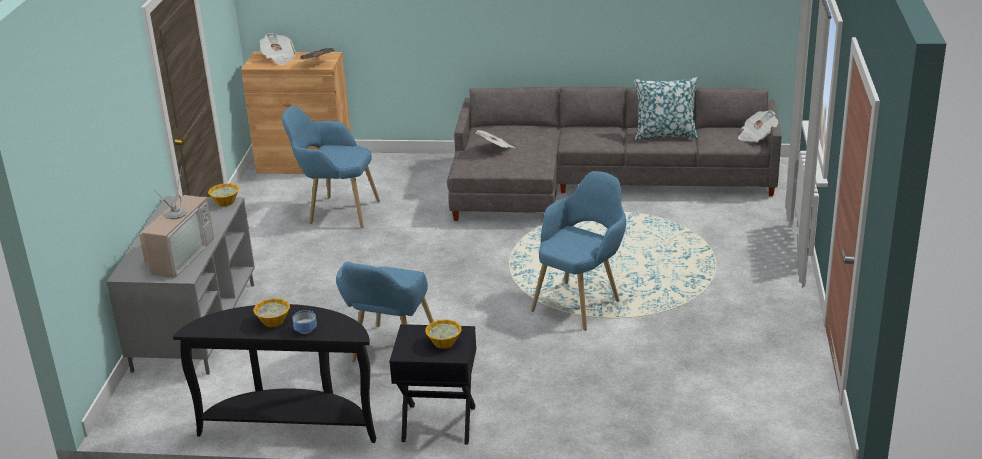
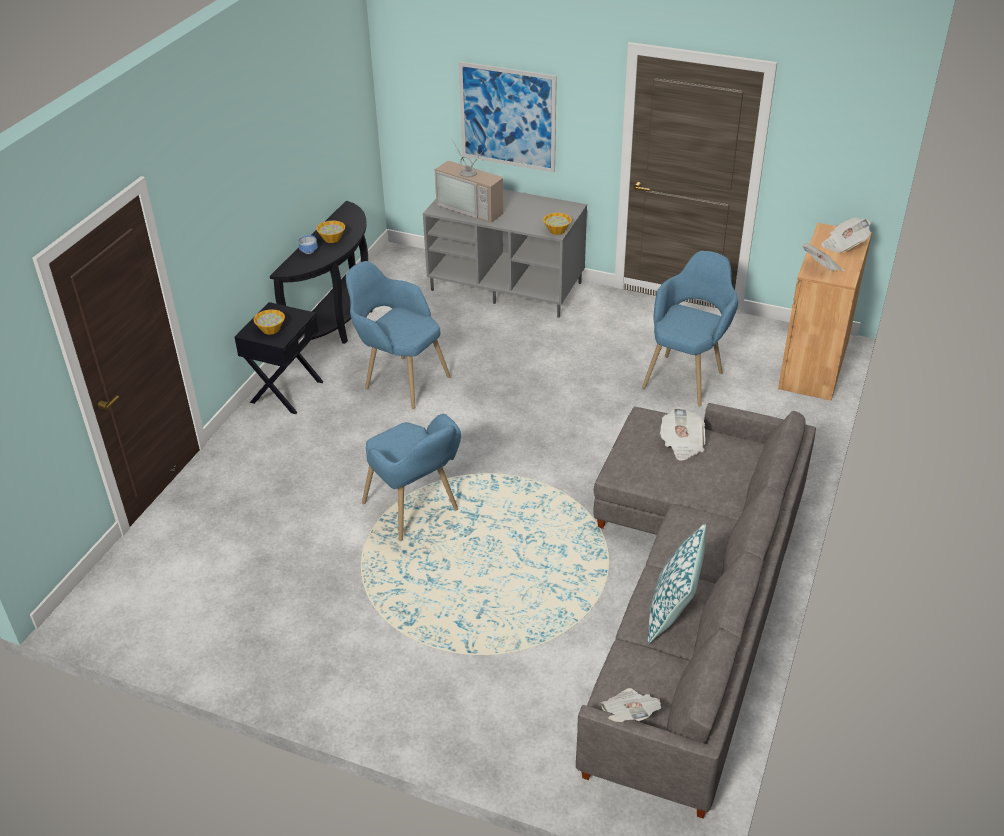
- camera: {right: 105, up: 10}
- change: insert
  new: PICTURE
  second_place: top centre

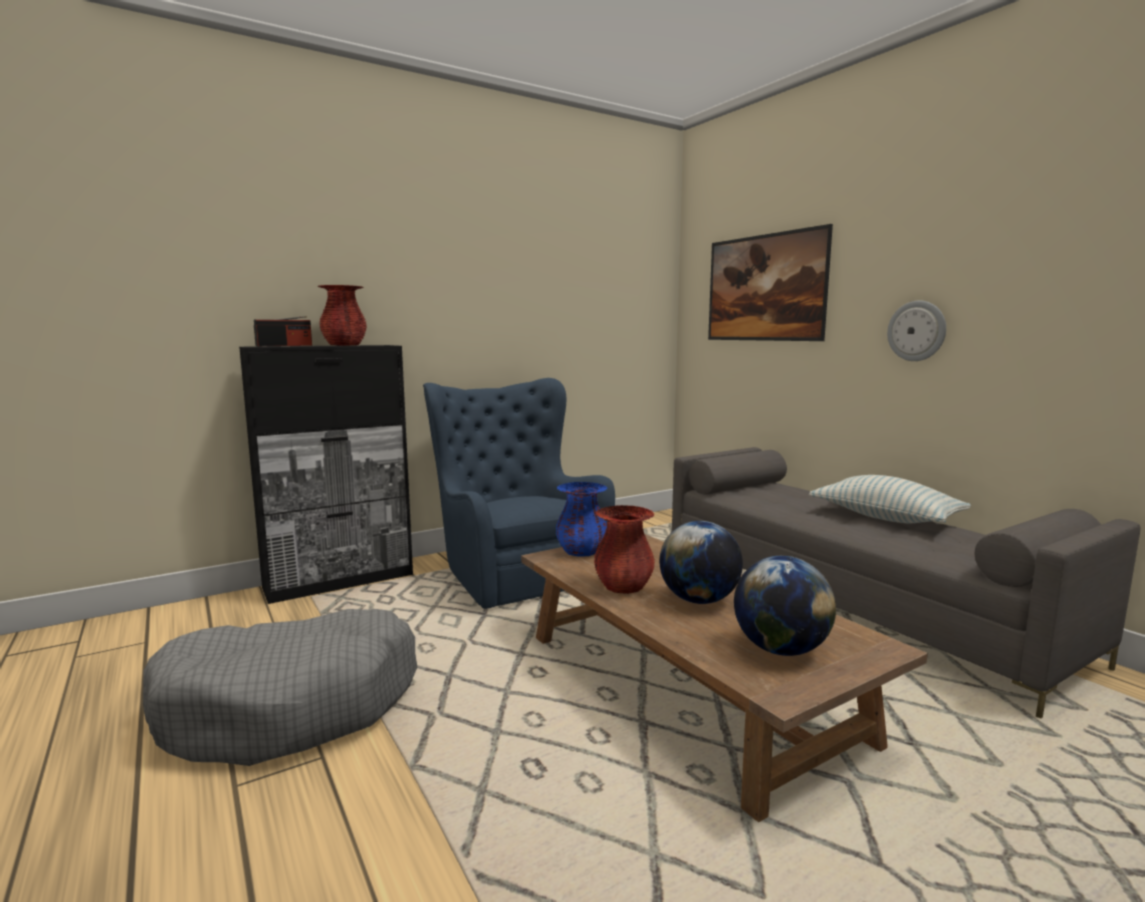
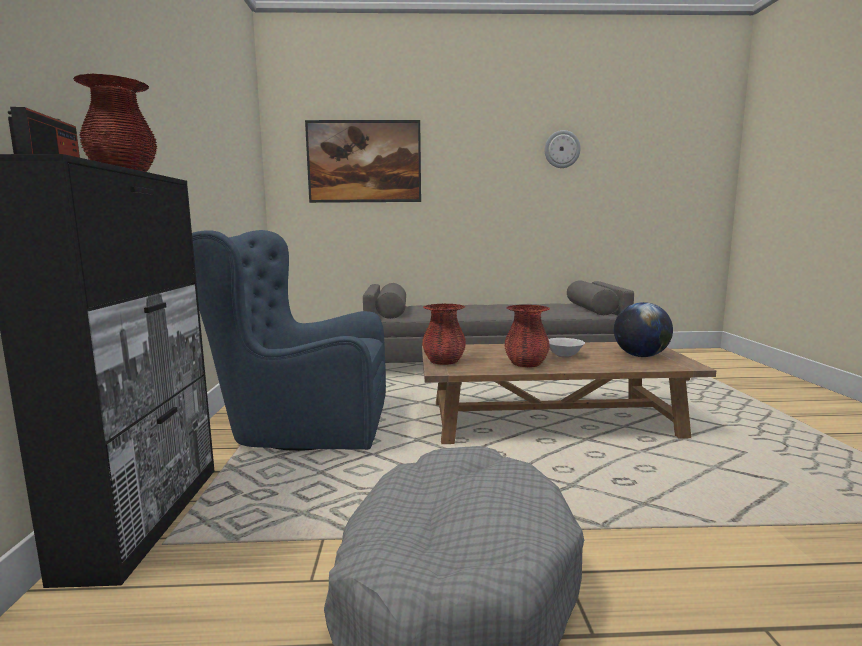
- camera: {right: -60, up: 0}
- change: recolor
  old: BLUE VASE
  new: RED VASE (2nd from left)
  first_place: centre
  second_place: centre
- change: replace
  old: GLOBE (1st from left)
  new: WHITE BOWL
  first_place: centre
  second_place: centre
- change: delete
  old: PILLOW
  first_place: middle right
- change: move
  old: WALL CLOCK
  first_place: middle right
  second_place: top centre

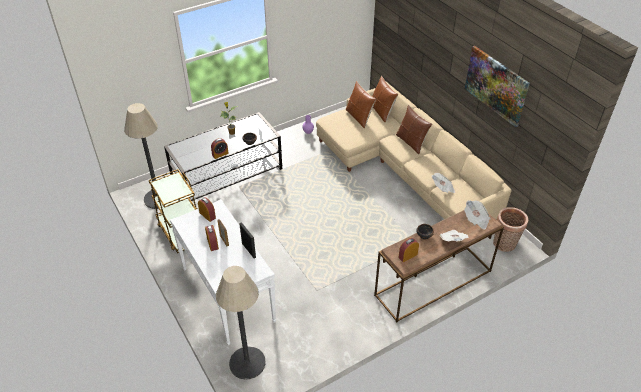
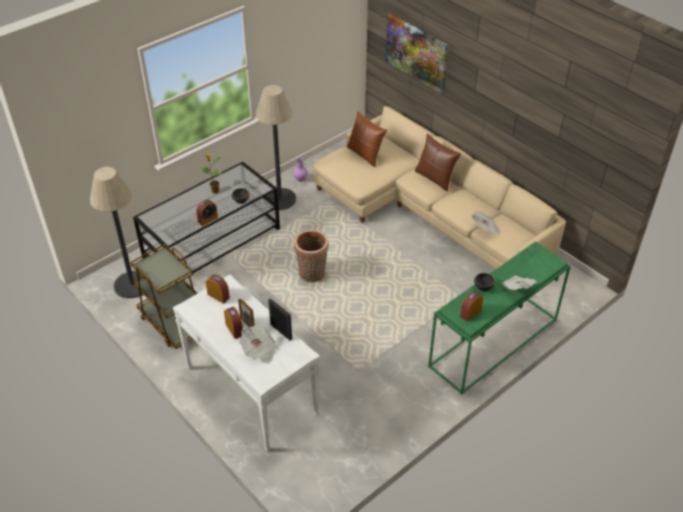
- camera: {right: -10, up: 0}
- change: move
  old: FLOOR LAMP (2nd from left)
  first_place: bottom centre
  second_place: top centre
- change: delete
  old: BROWN PILLOW (2nd from left)
  first_place: top centre
- change: recolor
  old: BROWN CONSOLE TABLE
  new: GREEN CONSOLE TABLE
  first_place: bottom right
  second_place: middle right
- change: move
  old: NEWSPAPER (3rd from left in the first image)
  new: NEWSPAPER (1st from left)
  first_place: middle right
  second_place: bottom centre
- change: move
  old: PICTURE
  first_place: top right
  second_place: top centre
- change: move
  old: BASKET
  first_place: middle right
  second_place: centre

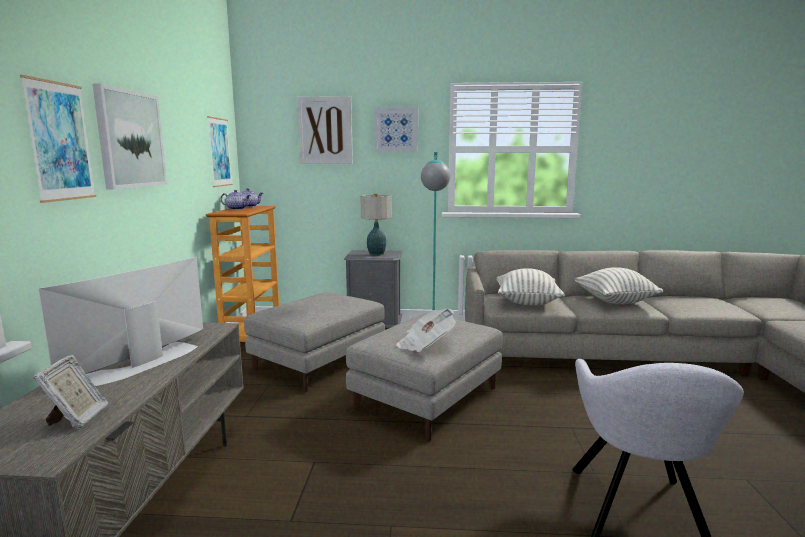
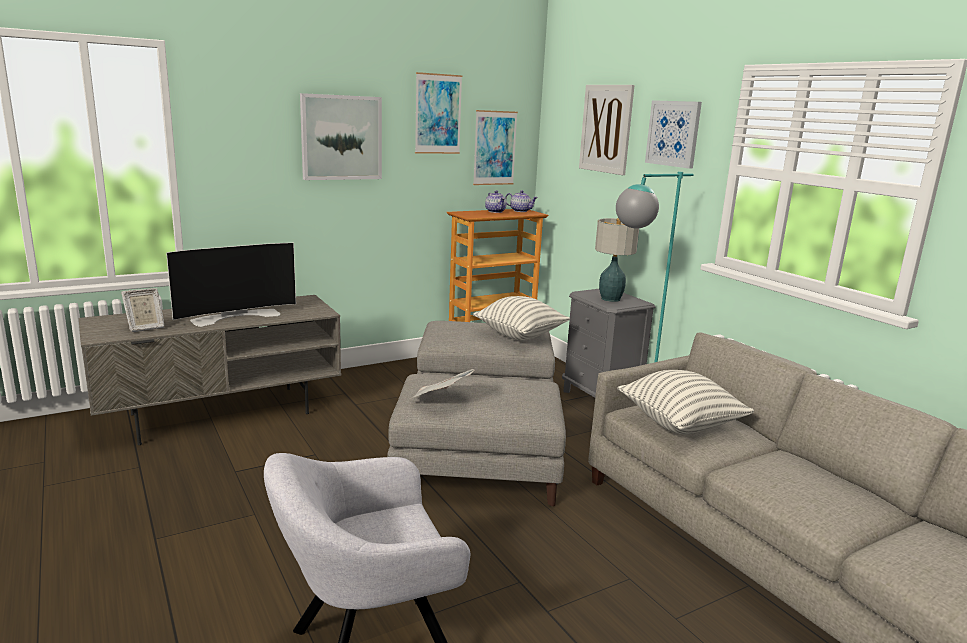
- camera: {right: 55, up: 5}
- change: move
  old: PICTURE (1st from left in the first image)
  new: PICTURE (2nd from left)
  first_place: top left
  second_place: top centre
- change: rotate
  old: TELEVISION
  first_place: middle left
  second_place: middle left
  degrees: 150
- change: move
  old: PILLOW (2nd from left in the first image)
  new: PILLOW (1st from left)
  first_place: middle right
  second_place: centre

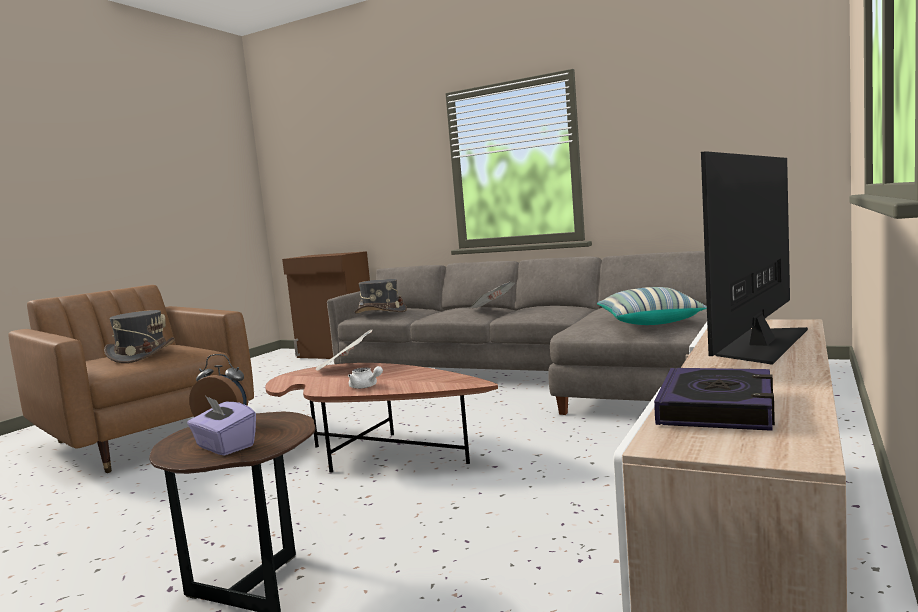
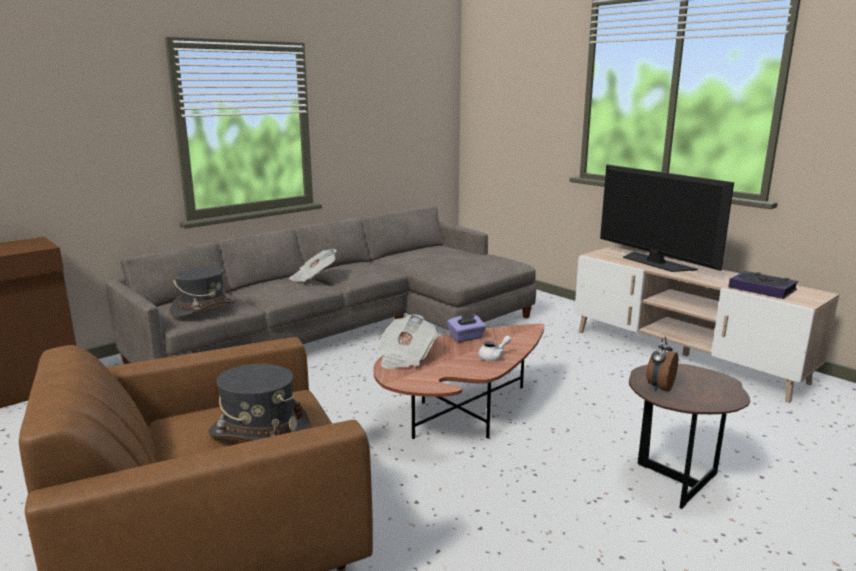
- camera: {right: -70, up: 10}
- change: move
  old: PURPLE TISSUE BOX
  first_place: bottom left
  second_place: centre
- change: delete
  old: PILLOW
  first_place: middle right

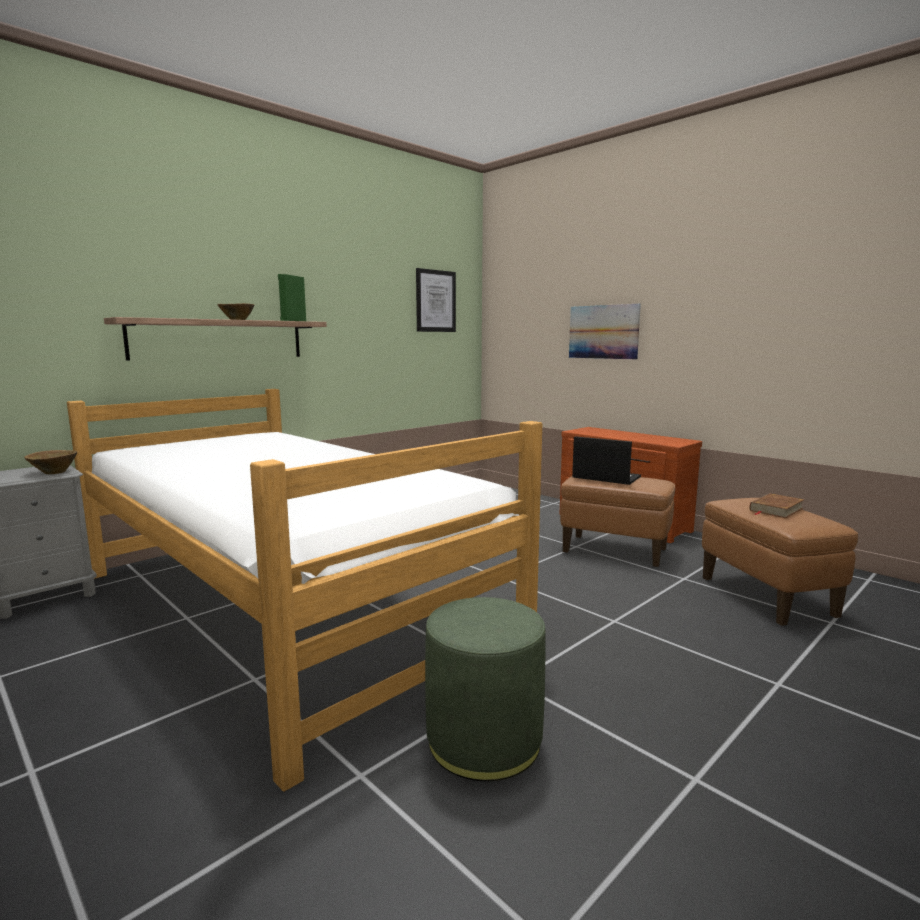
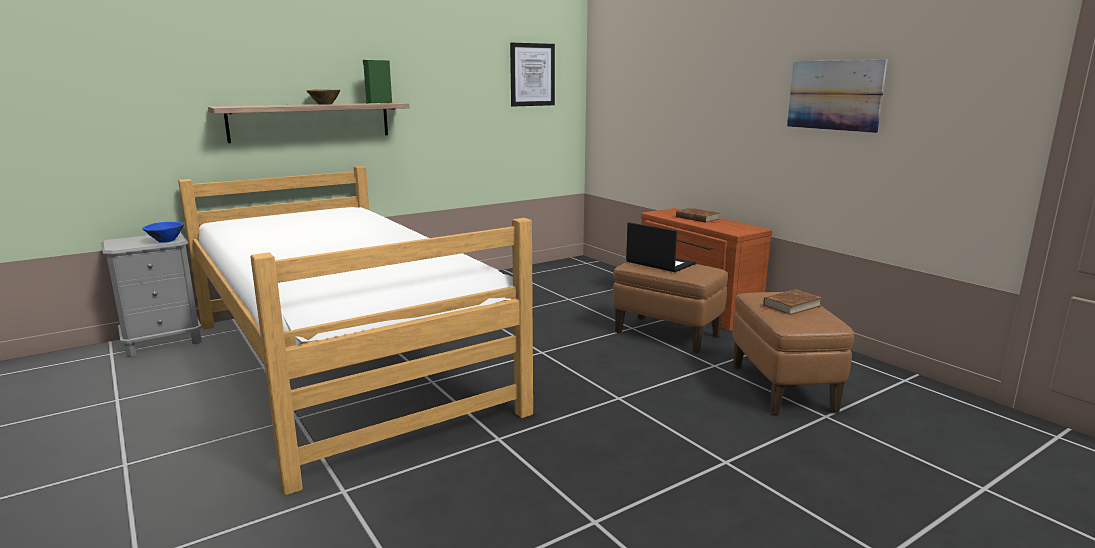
- camera: {right: 10, up: 5}
- change: recolor
  old: BROWN BOWL (1st from left)
  new: BLUE BOWL
  first_place: middle left
  second_place: middle left
- change: delete
  old: GREEN OTTOMAN
  first_place: bottom centre
- change: move
  old: PICTURE (2nd from left)
  first_place: centre
  second_place: top right
- change: insert
  new: BROWN BOOK (1st from left)
  second_place: centre

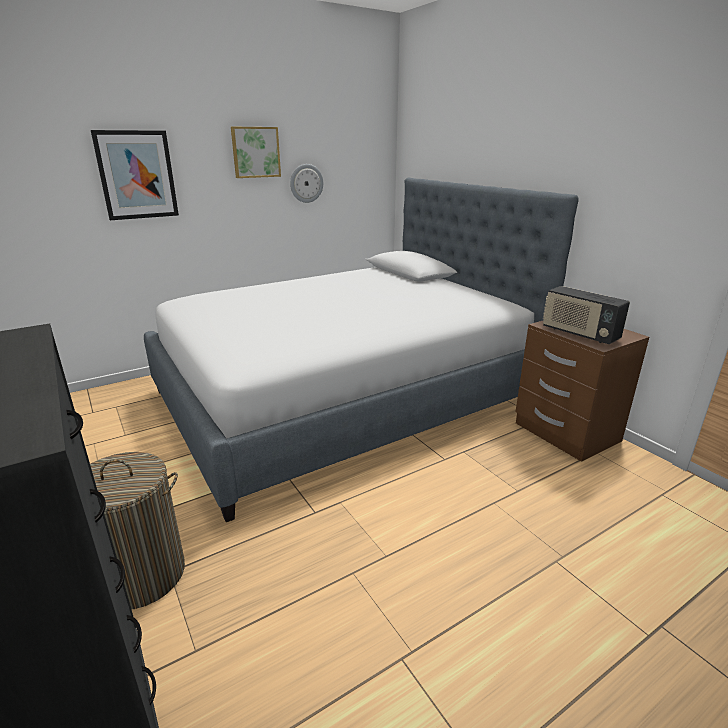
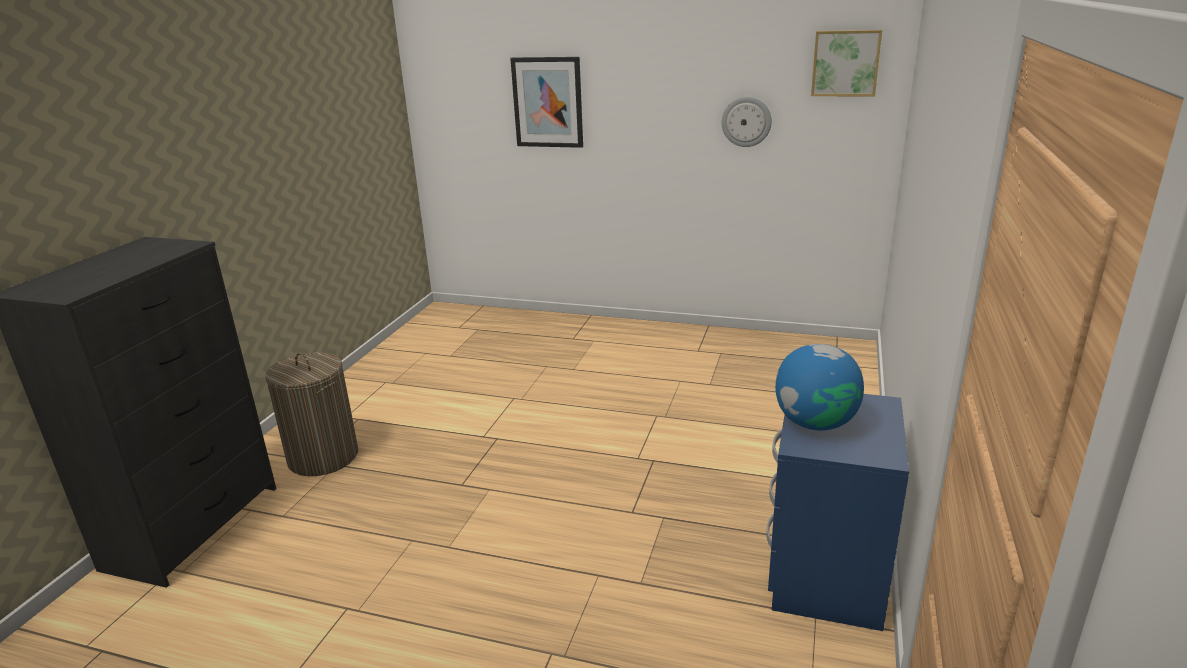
- camera: {right: 50, up: 0}
- change: delete
  old: BED
  first_place: centre
- change: move
  old: PICTURE (2nd from left)
  first_place: top centre
  second_place: top right
- change: recolor
  old: BROWN NIGHTSTAND
  new: BLUE NIGHTSTAND
  first_place: middle right
  second_place: bottom right
- change: replace
  old: RADIO
  new: GLOBE
  first_place: middle right
  second_place: middle right

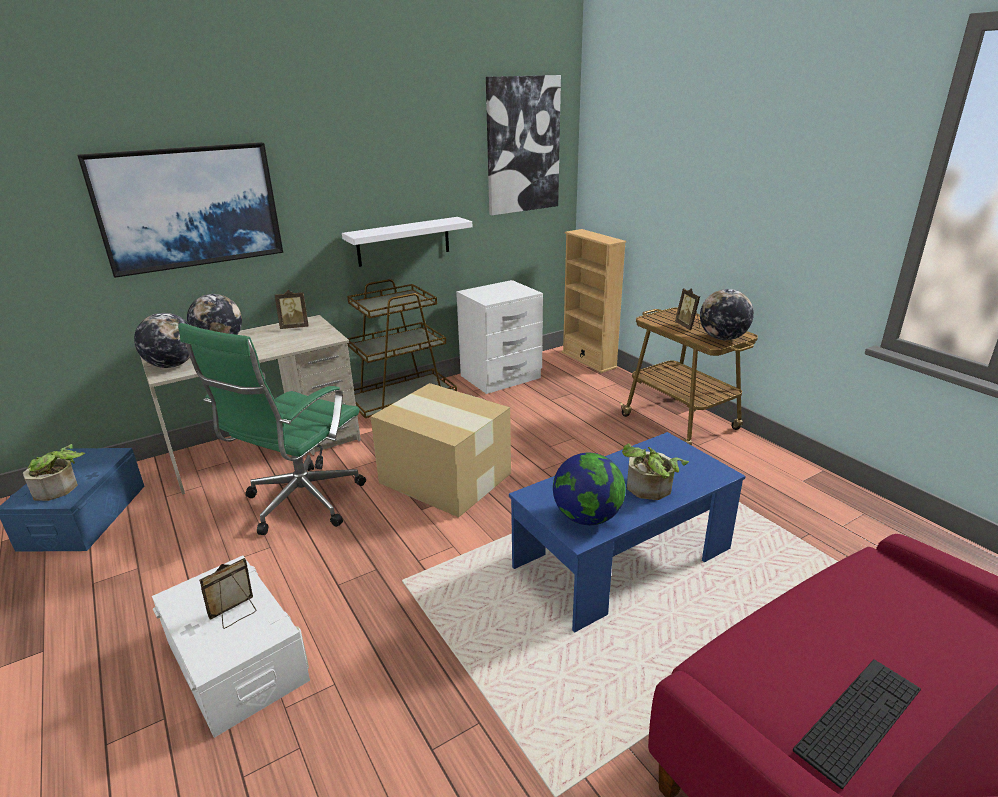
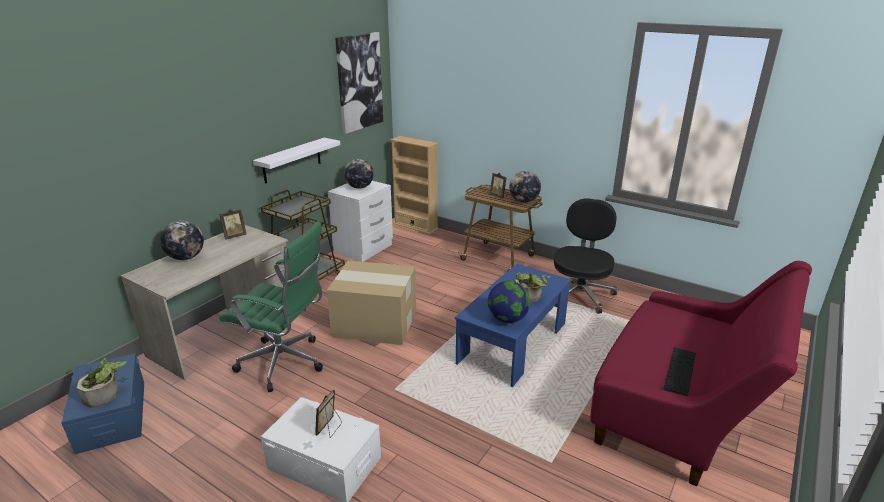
- camera: {right: -25, up: 0}
- change: delete
  old: PICTURE (1st from left)
  first_place: top left
- change: move
  old: GLOBE (1st from left in the first image)
  new: GLOBE (2nd from left)
  first_place: middle left
  second_place: centre
- change: rotate
  old: GREEN OFFICE CHAIR
  first_place: middle left
  second_place: middle left
  degrees: -75
- change: insert
  new: BLACK OFFICE CHAIR
  second_place: centre

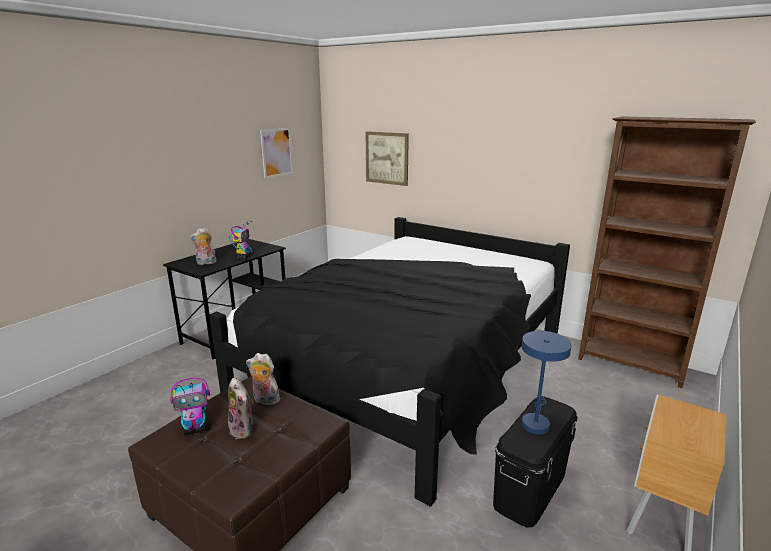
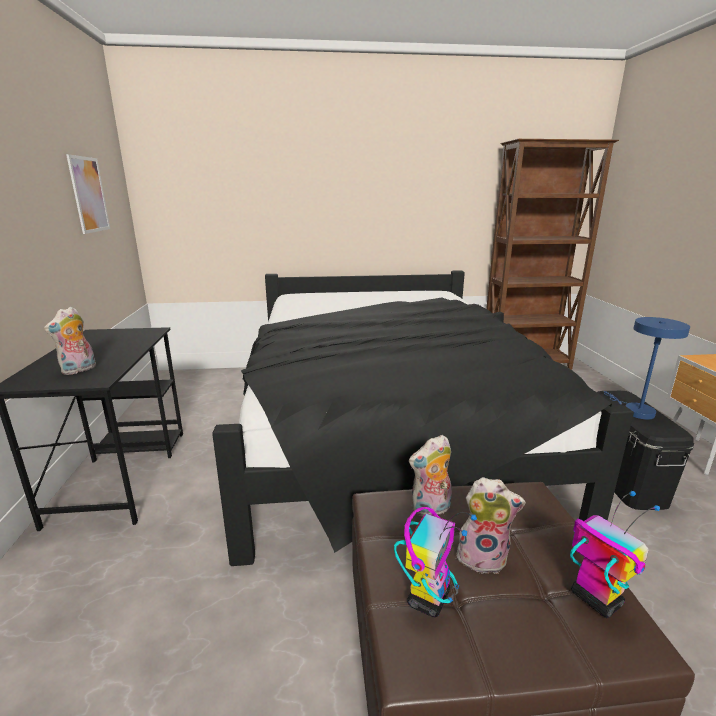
- camera: {right: -40, up: 0}
- change: move
  old: TOY ROBOT (2nd from left)
  first_place: middle left
  second_place: bottom right
- change: delete
  old: PICTURE (2nd from left)
  first_place: top centre

